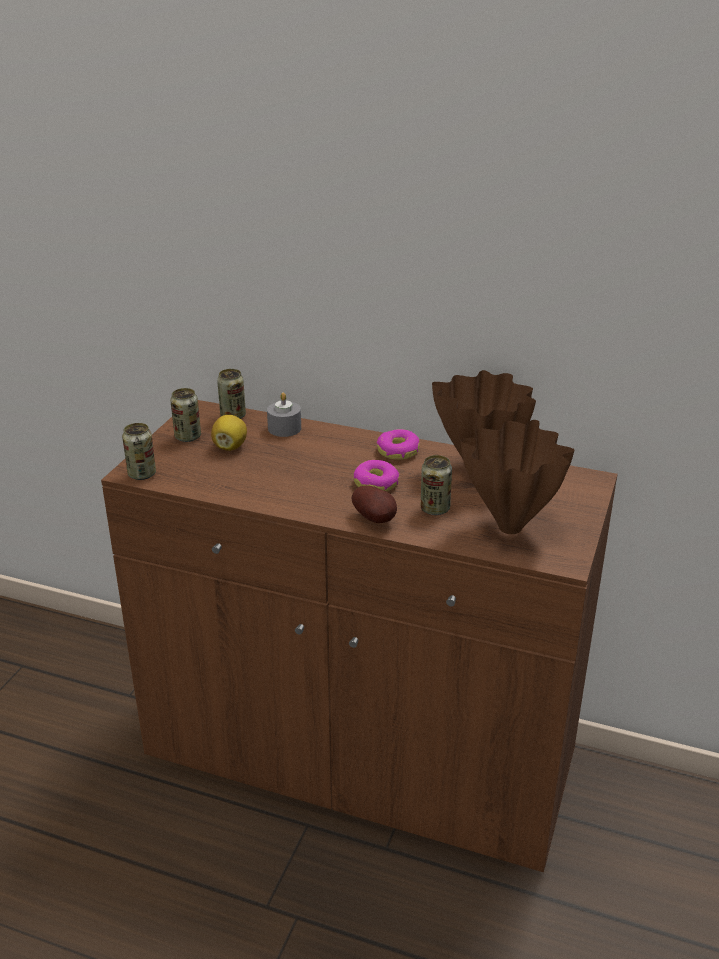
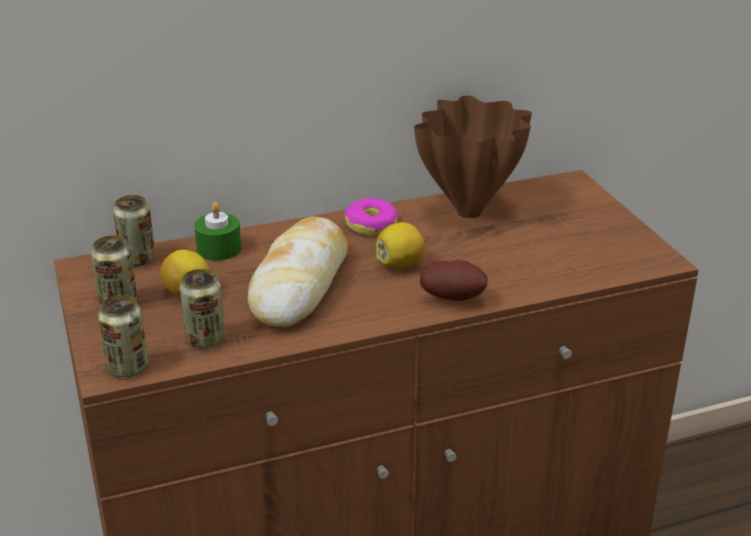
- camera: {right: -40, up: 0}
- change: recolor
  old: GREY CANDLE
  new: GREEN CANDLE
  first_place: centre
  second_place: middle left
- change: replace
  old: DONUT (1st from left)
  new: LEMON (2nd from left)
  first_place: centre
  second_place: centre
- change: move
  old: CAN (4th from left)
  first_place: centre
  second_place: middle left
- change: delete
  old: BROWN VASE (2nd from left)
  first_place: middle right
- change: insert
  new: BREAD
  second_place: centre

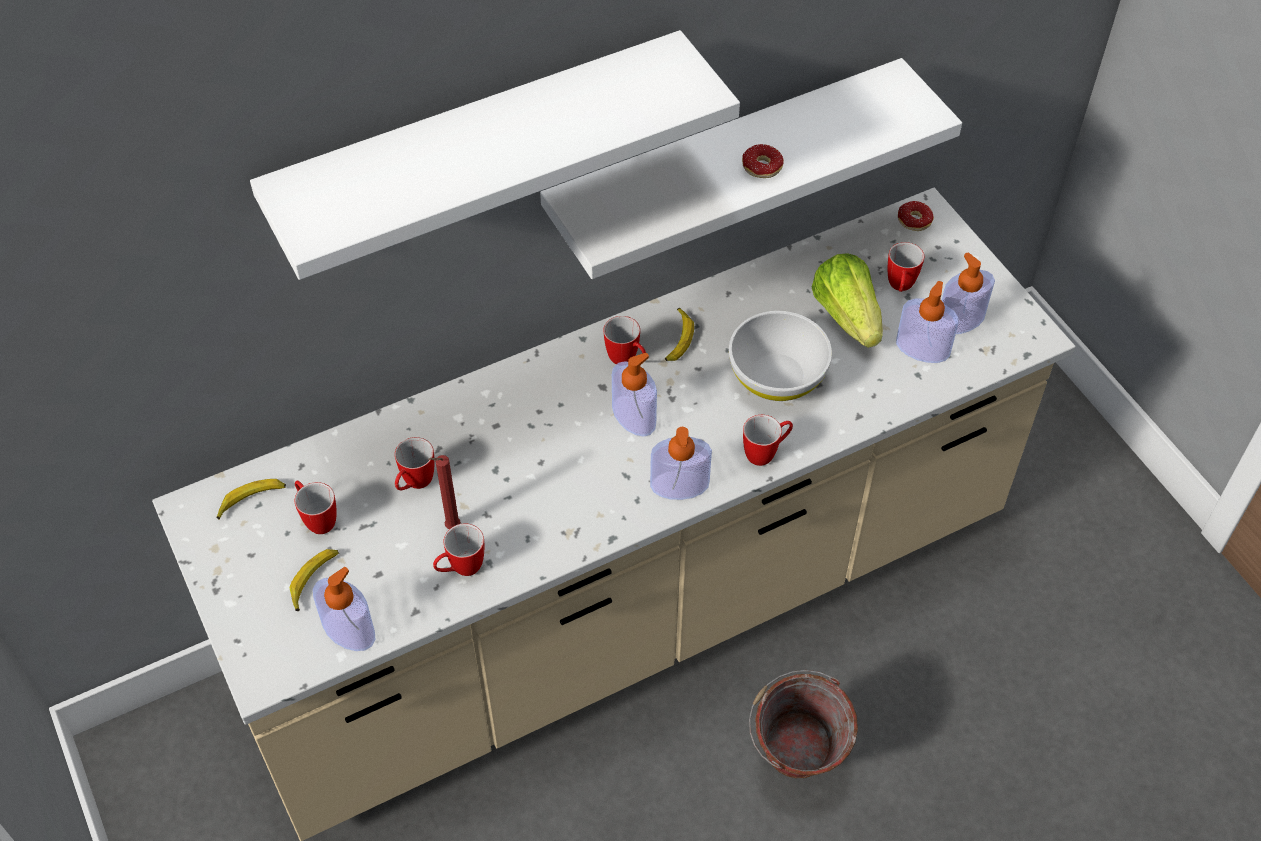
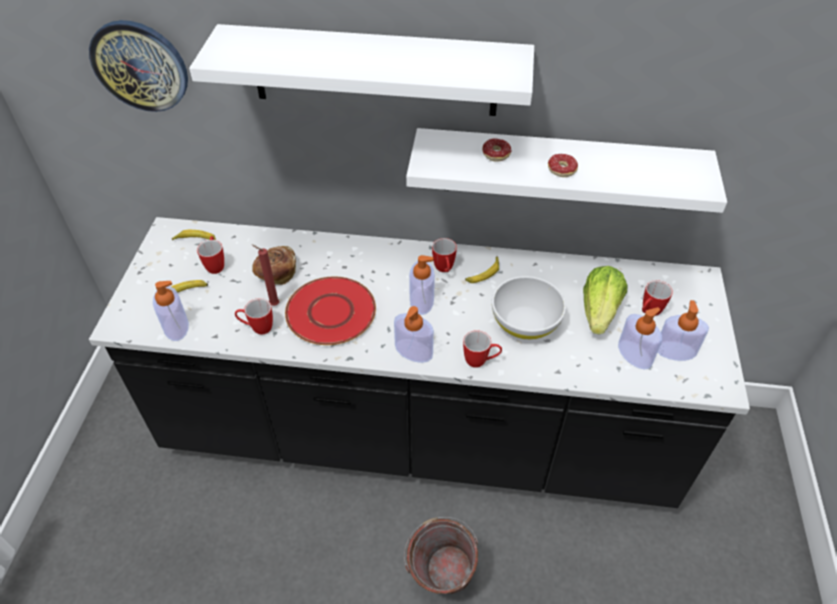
- camera: {right: 35, up: -5}
- change: recolor
  old: BEIGE COUNTER
  new: BLACK COUNTER
  first_place: centre
  second_place: centre
- change: replace
  old: MUG (2nd from left)
  new: BREAD
  first_place: middle left
  second_place: middle left
- change: move
  old: DONUT (2nd from left in the first image)
  new: DONUT (1st from left)
  first_place: top right
  second_place: top centre
- change: insert
  new: WALL CLOCK
  second_place: top left
- change: insert
  new: RED PLATE
  second_place: centre

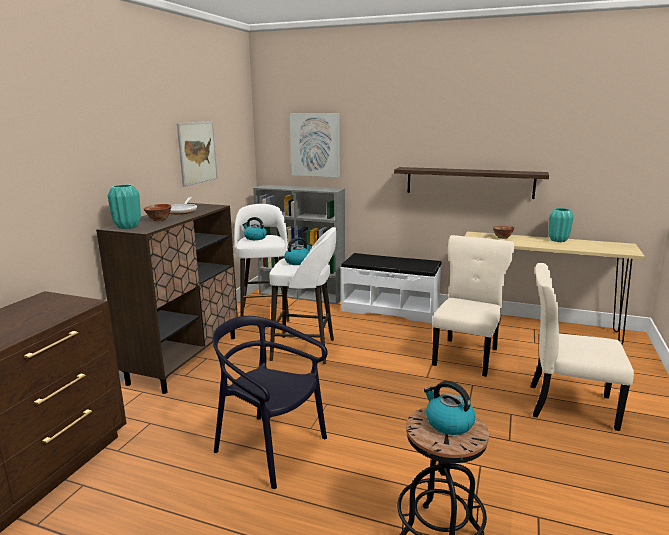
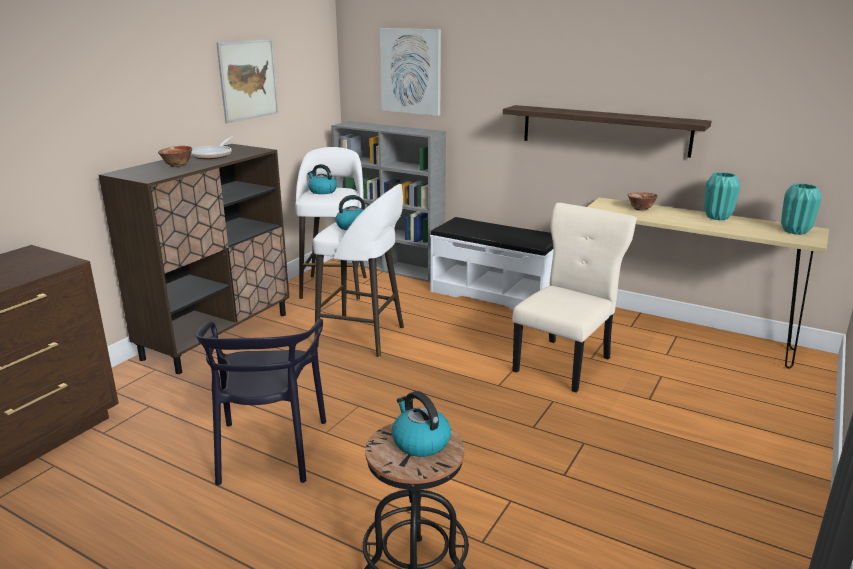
- camera: {right: 10, up: 5}
- change: move
  old: TURQUOISE VASE (1st from left in the first image)
  new: TURQUOISE VASE (2nd from left)
  first_place: middle left
  second_place: middle right
- change: rotate
  old: BLACK CHAIR
  first_place: bottom centre
  second_place: bottom left
  degrees: -135
- change: delete
  old: BEIGE CHAIR (2nd from left)
  first_place: middle right

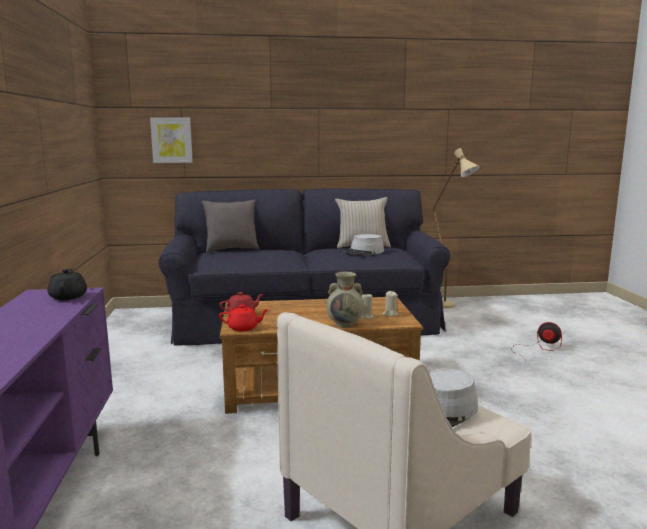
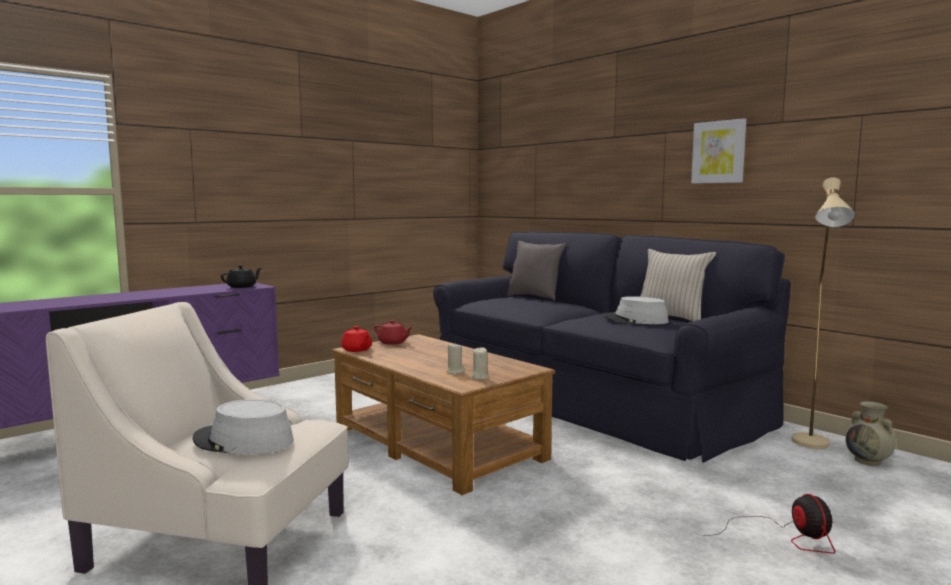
- camera: {right: 55, up: -5}
- change: move
  old: PICTURE
  first_place: top left
  second_place: top right
- change: move
  old: BEIGE VASE
  first_place: centre
  second_place: bottom right

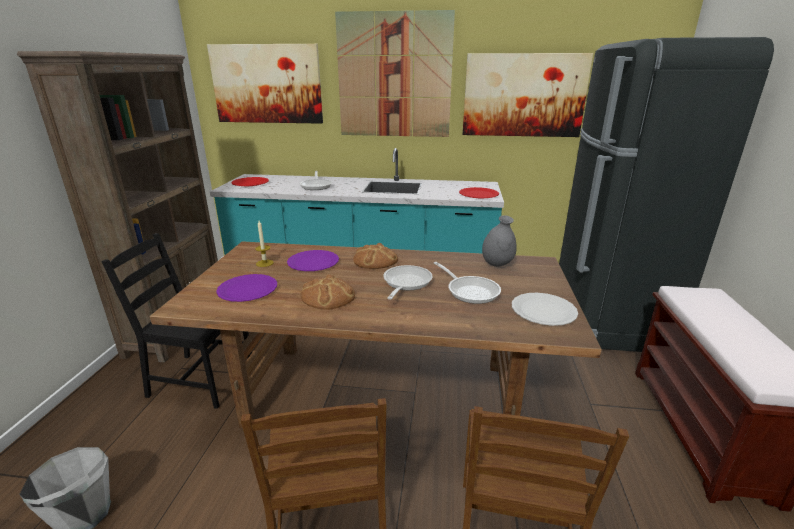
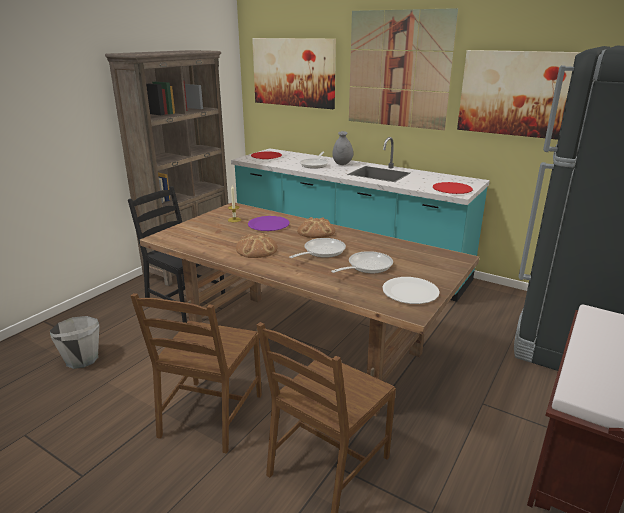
- camera: {right: 25, up: 0}
- change: delete
  old: PURPLE PLATE (1st from left)
  first_place: middle left
- change: rotate
  old: FRYING PAN (3rd from left)
  first_place: centre
  second_place: centre
  degrees: -120
- change: move
  old: GREY VASE
  first_place: centre
  second_place: top centre

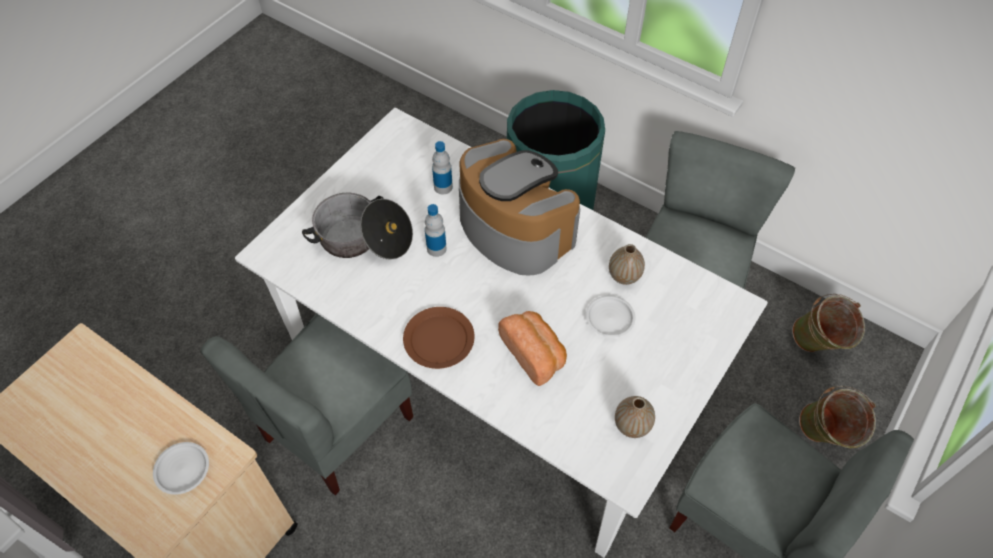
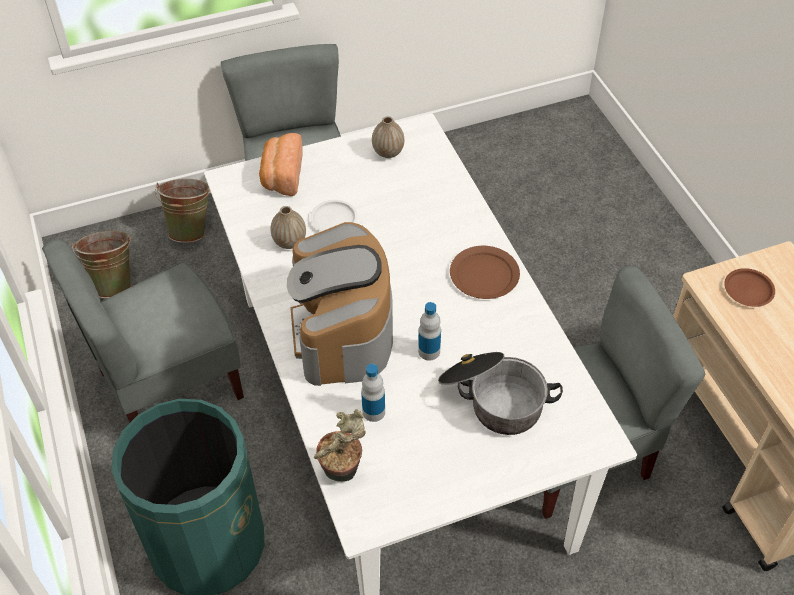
- camera: {right: -145, up: -5}
- change: recolor
  old: WHITE PLATE (1st from left)
  new: BROWN PLATE (2nd from left)
  first_place: bottom left
  second_place: middle right
- change: move
  old: BREAD
  first_place: centre
  second_place: top centre
- change: insert
  new: POTTED PLANT
  second_place: bottom centre

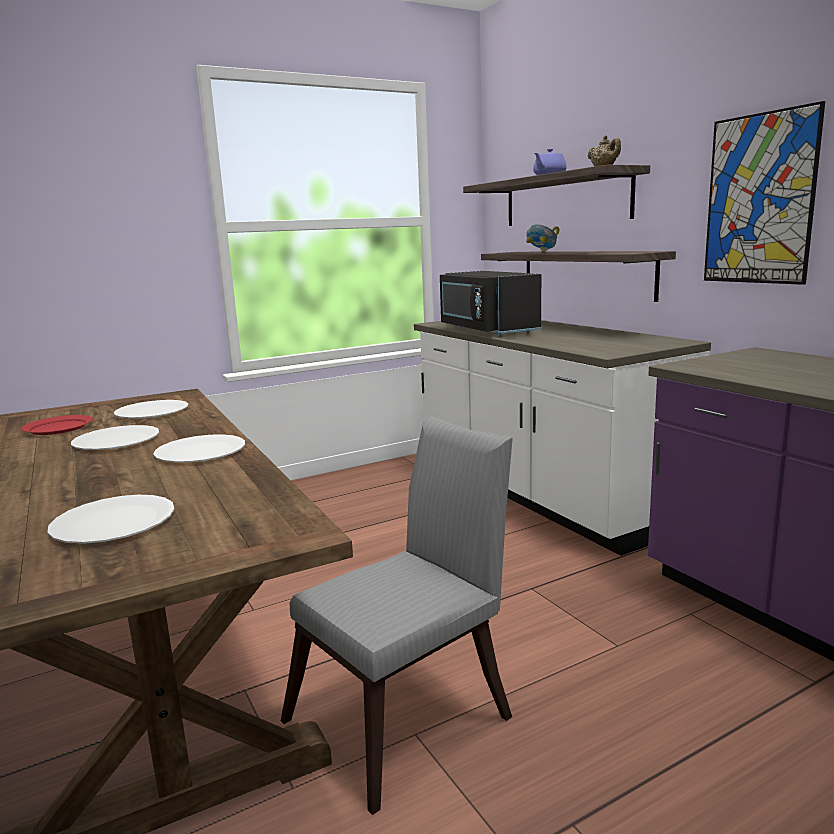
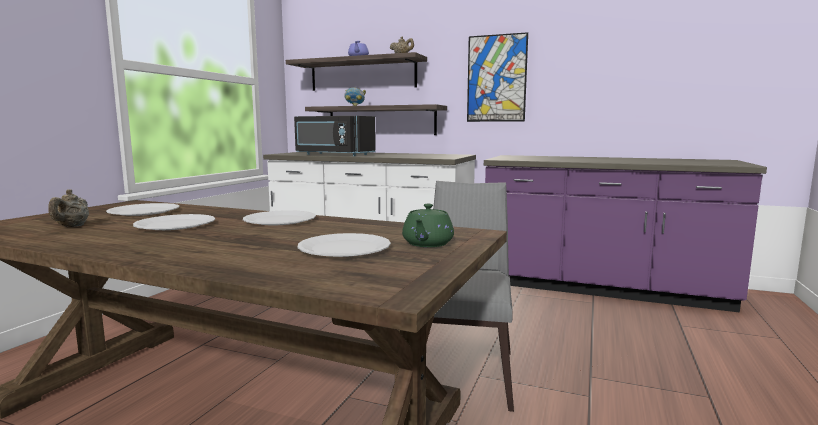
- camera: {right: -40, up: -5}
- change: replace
  old: RED PLATE
  new: BEIGE TEAPOT (1st from left)
  first_place: middle left
  second_place: middle left
- change: insert
  new: GREEN TEAPOT
  second_place: centre

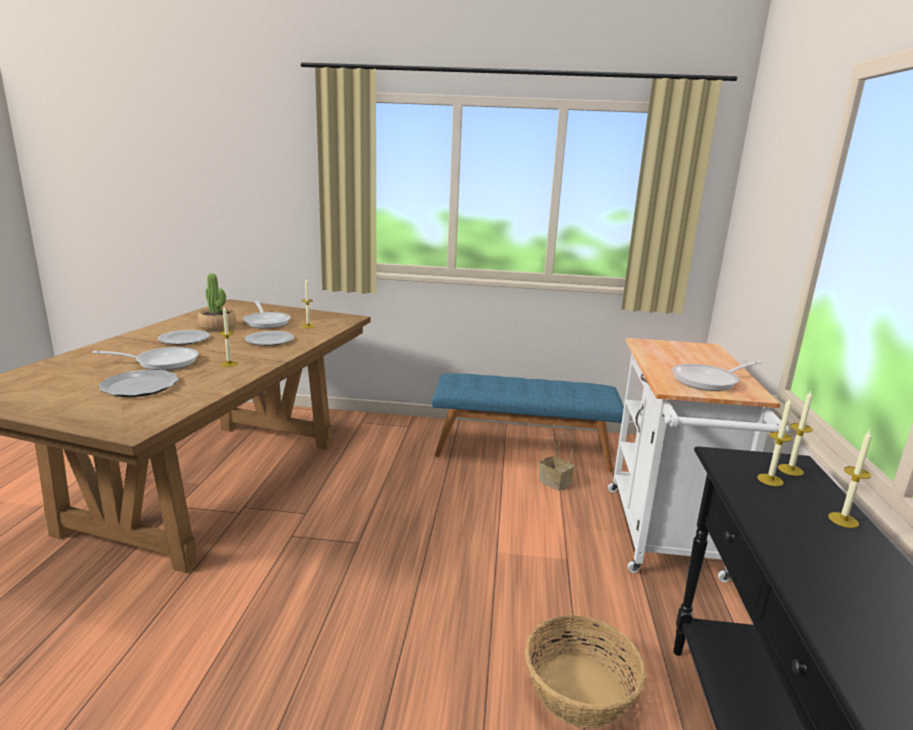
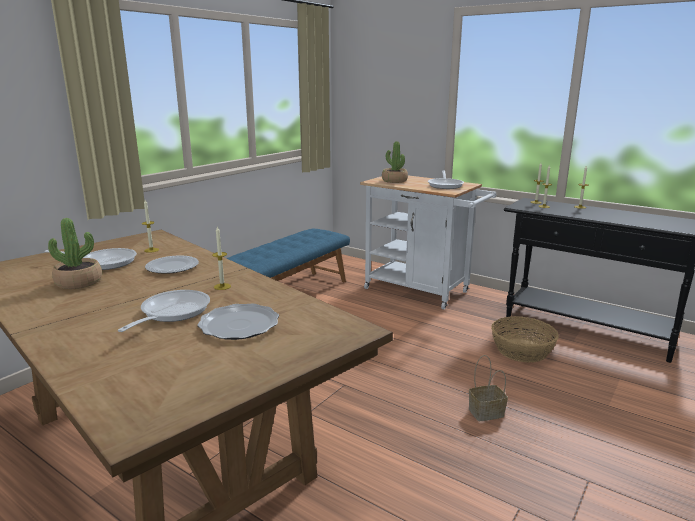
- camera: {right: -60, up: 0}
- change: delete
  old: PLATE (2nd from left)
  first_place: middle left
- change: move
  old: BASKET (1st from left)
  first_place: centre
  second_place: bottom right
- change: insert
  new: POTTED PLANT (2nd from left)
  second_place: top centre

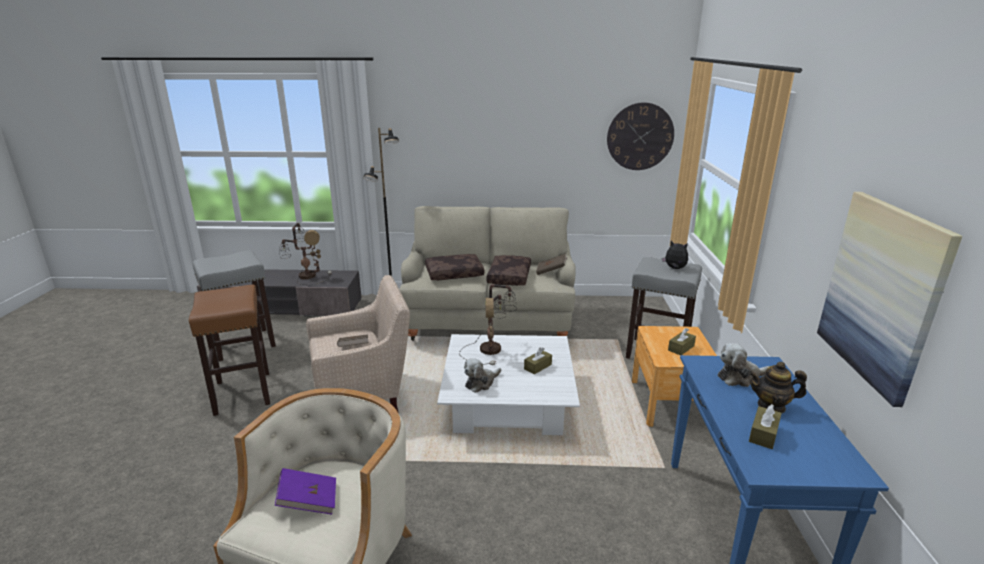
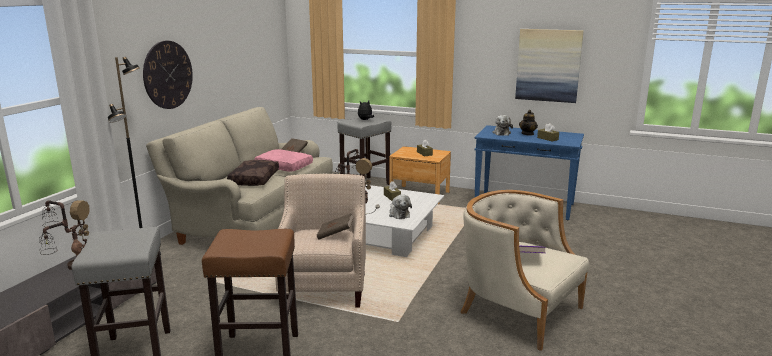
- camera: {right: -70, up: -5}
- change: recolor
  old: BROWN PILLOW (2nd from left)
  new: PINK PILLOW
  first_place: centre
  second_place: centre
- change: move
  old: WALL CLOCK
  first_place: top centre
  second_place: top left

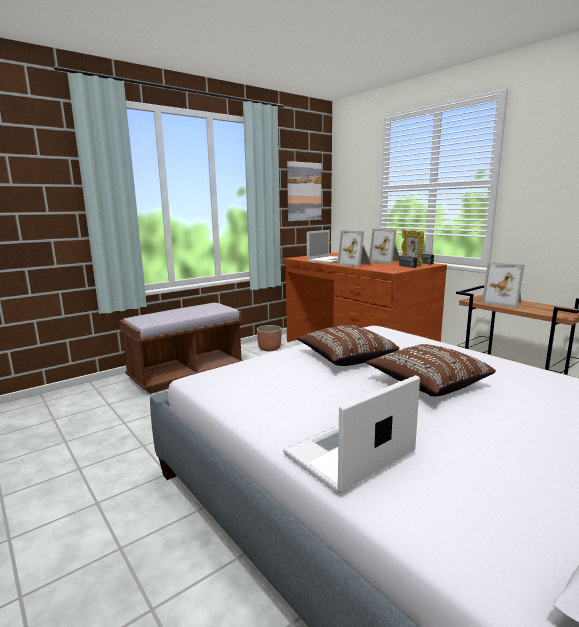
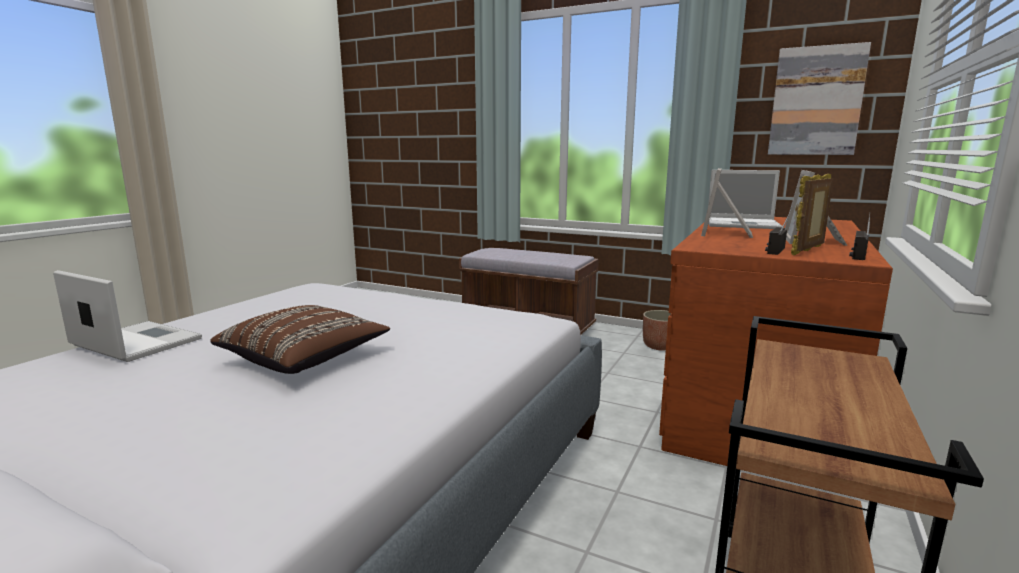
- camera: {right: 65, up: 0}
- change: delete
  old: BROWN PILLOW (1st from left)
  first_place: centre
- change: delete
  old: PICTURE FRAME (4th from left)
  first_place: middle right

